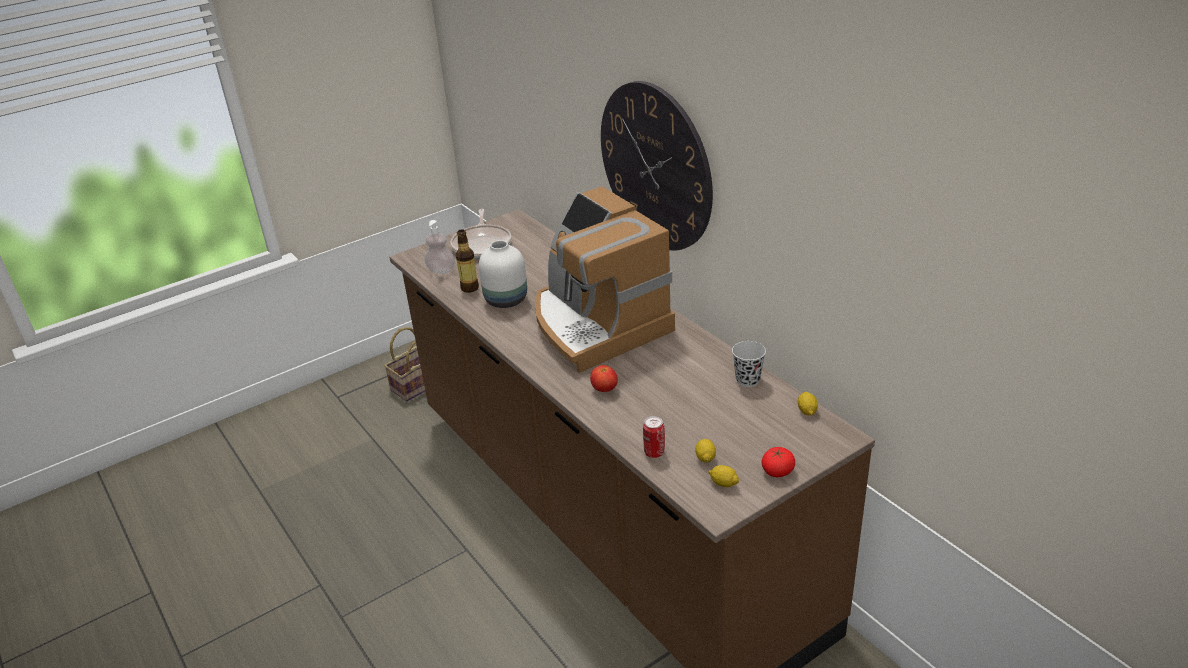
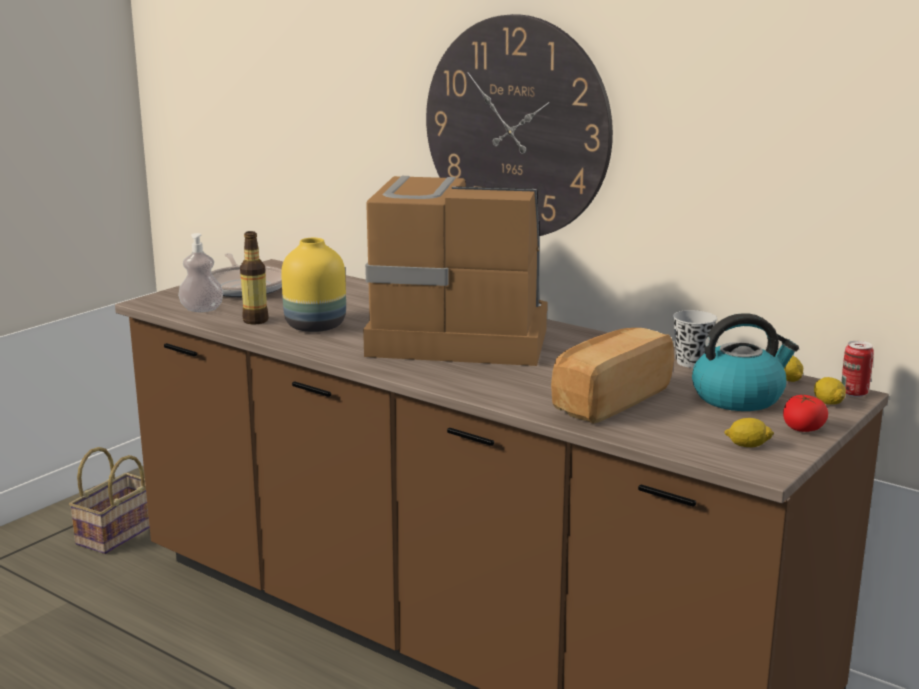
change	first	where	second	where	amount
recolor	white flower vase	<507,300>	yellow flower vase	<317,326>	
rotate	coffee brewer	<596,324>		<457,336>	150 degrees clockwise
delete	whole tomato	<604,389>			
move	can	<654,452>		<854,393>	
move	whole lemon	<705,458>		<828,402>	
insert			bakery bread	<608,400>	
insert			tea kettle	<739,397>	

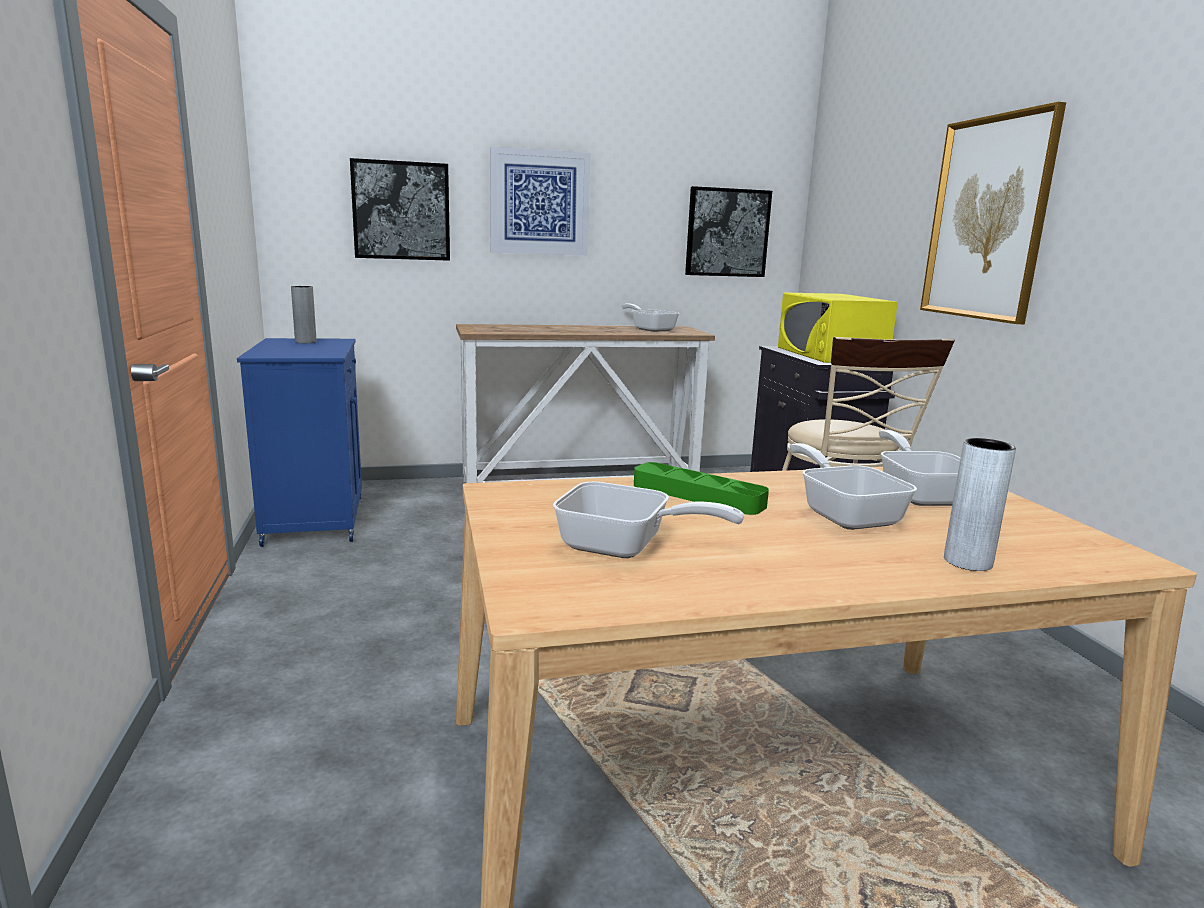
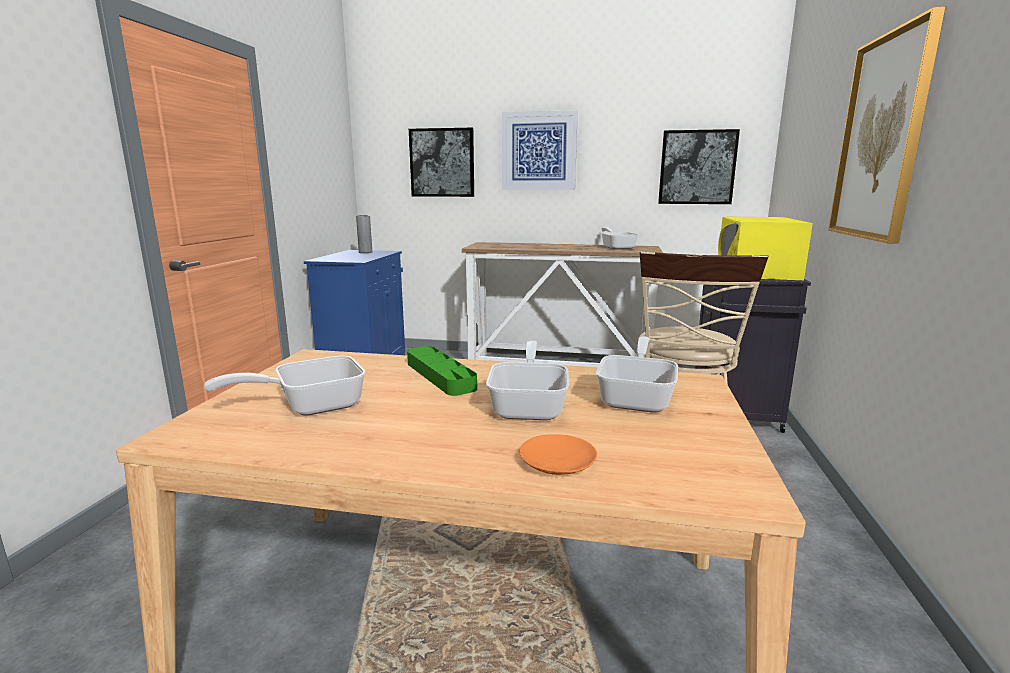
change	first	where	second	where	amount
rotate	pan	<625,547>		<310,406>	105 degrees clockwise
replace	gray flower vase	<967,562>	orange plate	<557,463>	

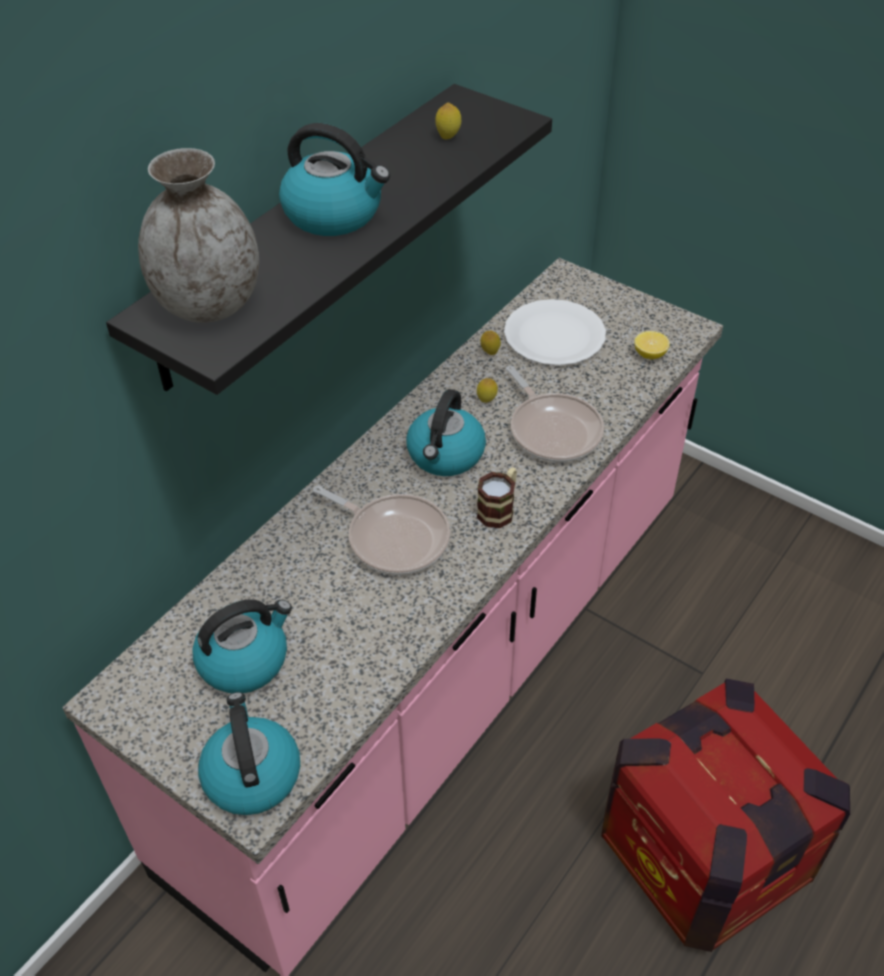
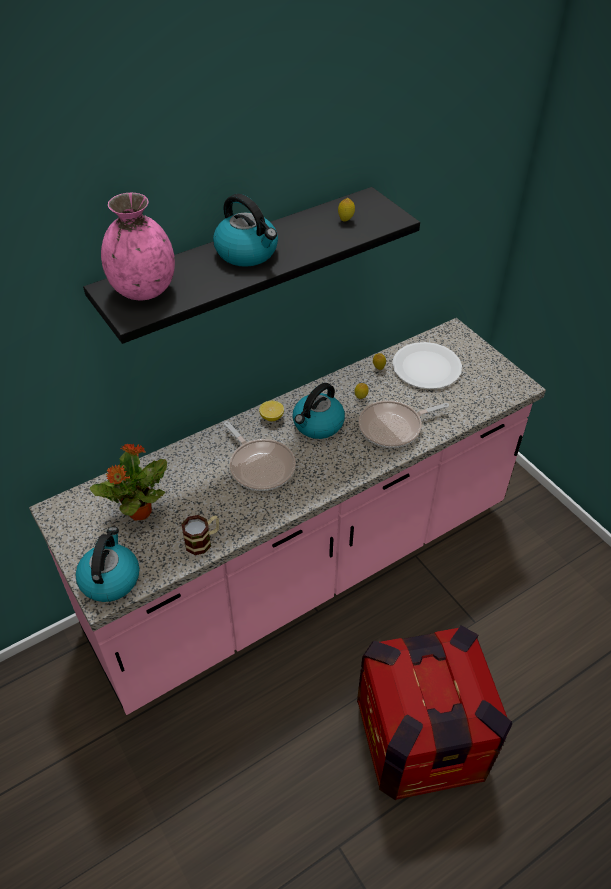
change	first	where	second	where	amount
recolor	gray flower vase	<210,305>	pink flower vase	<144,290>	
replace	tea kettle	<244,660>	potted plant	<138,512>	
move	coffee mug	<499,508>		<203,541>	
rotate	pan	<553,430>		<393,427>	75 degrees clockwise
move	whole lemon	<650,354>		<272,417>	

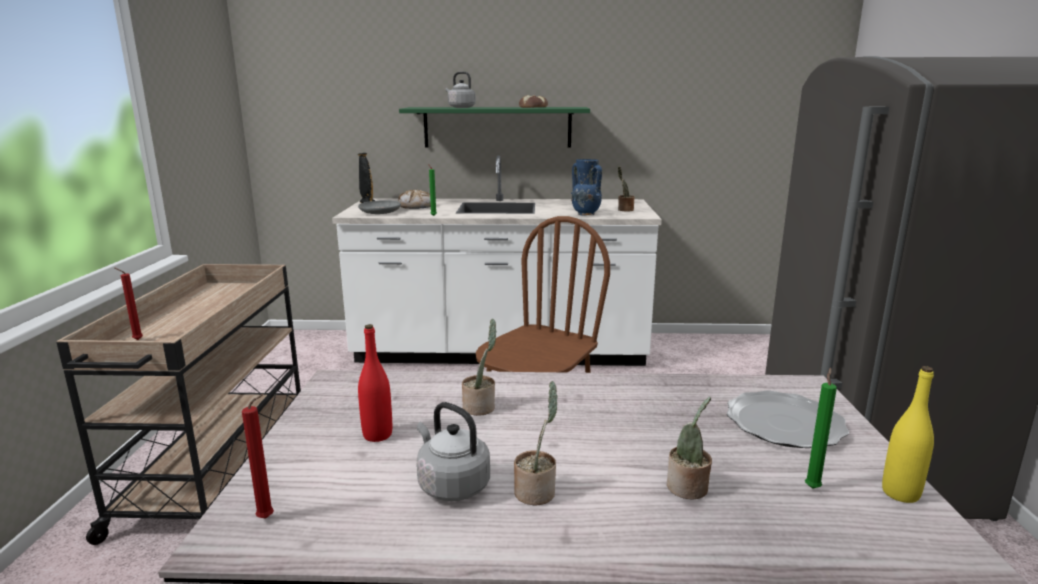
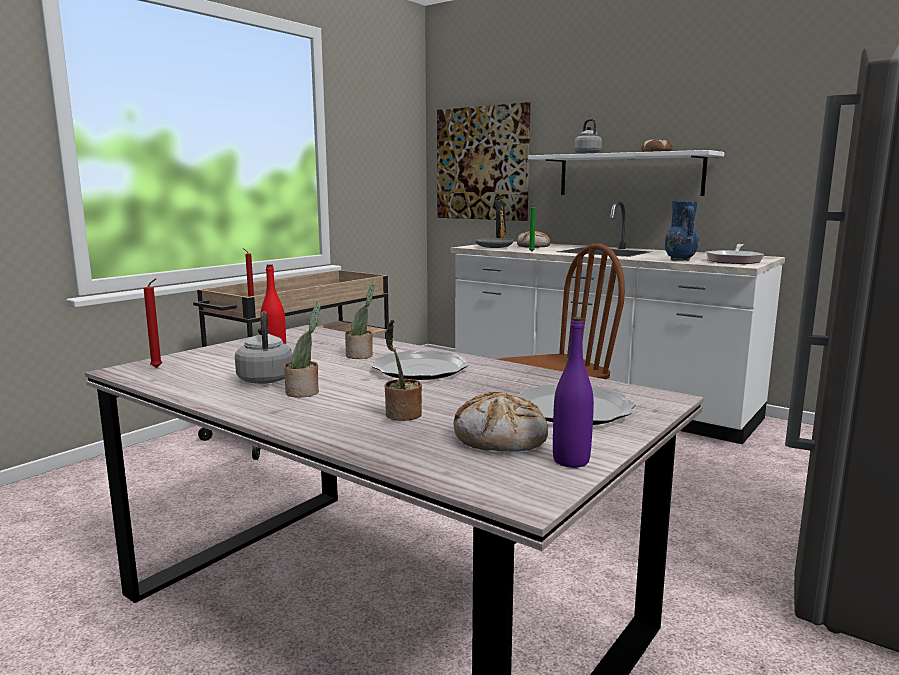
change	first	where	second	where	amount
recolor	greenish wall shelf	<497,127>	white wall shelf	<629,175>	
replace	potted plant	<624,210>	pan	<734,261>	
replace	greenish candle	<812,487>	bakery bread	<501,438>	
recolor	yellow bottle	<900,493>	purple-coloured bottle	<571,461>	
insert			plate	<420,369>	
insert			wall art	<482,163>	

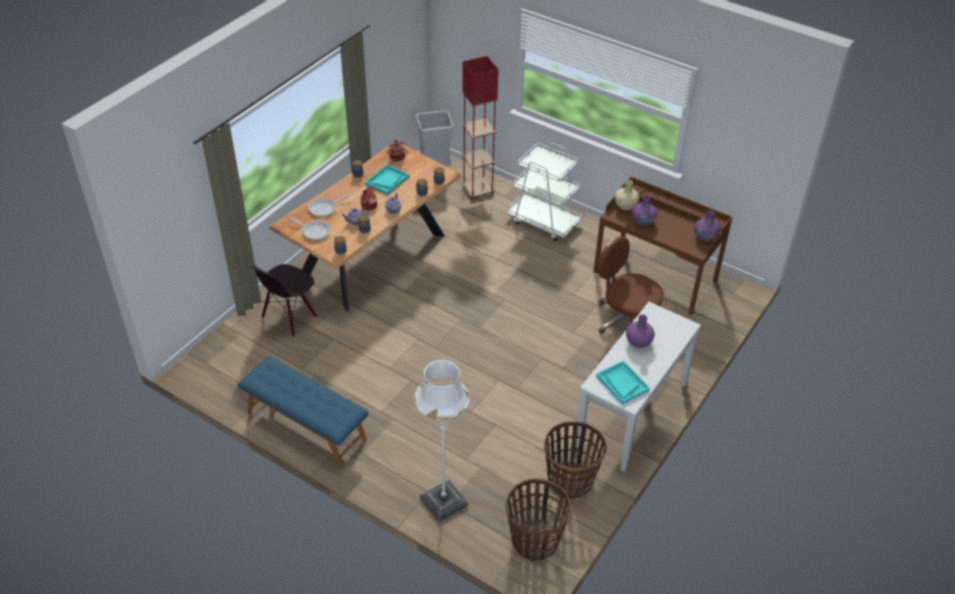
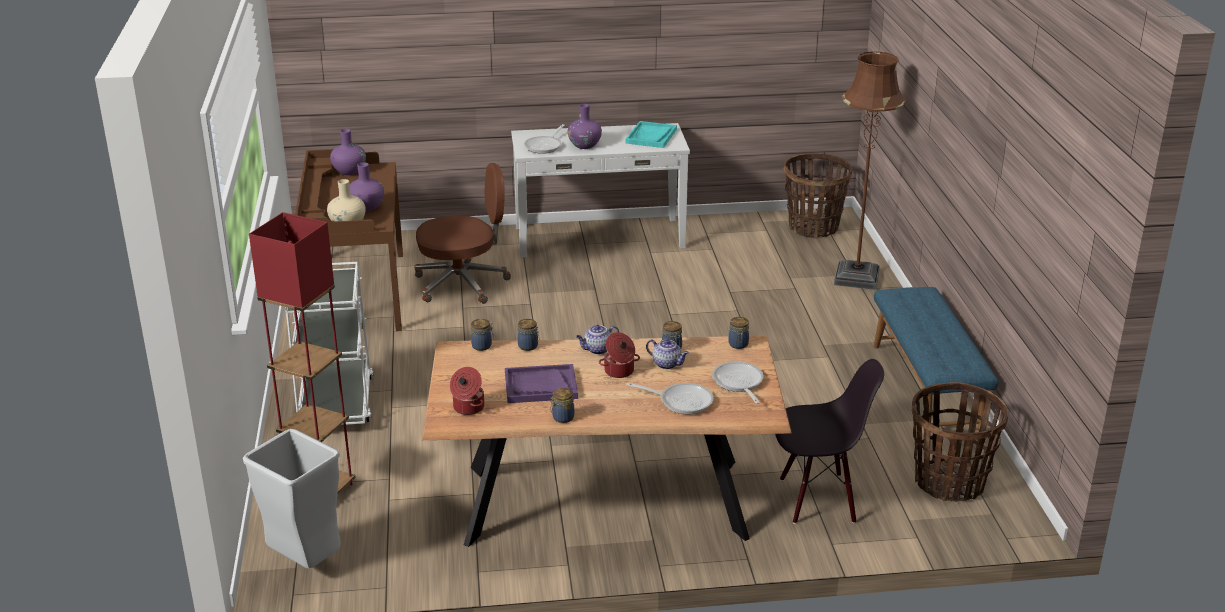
change	first	where	second	where	amount
recolor	turquoise-coloured serving tray	<387,180>	purple-coloured serving tray	<540,386>	
recolor	white standard lamp	<443,501>	brownish standard lamp	<856,277>	
move	storage basket	<570,481>		<949,483>	
rotate	brownish office chair	<626,319>		<463,283>	105 degrees counterclockwise
insert			pan	<545,146>	

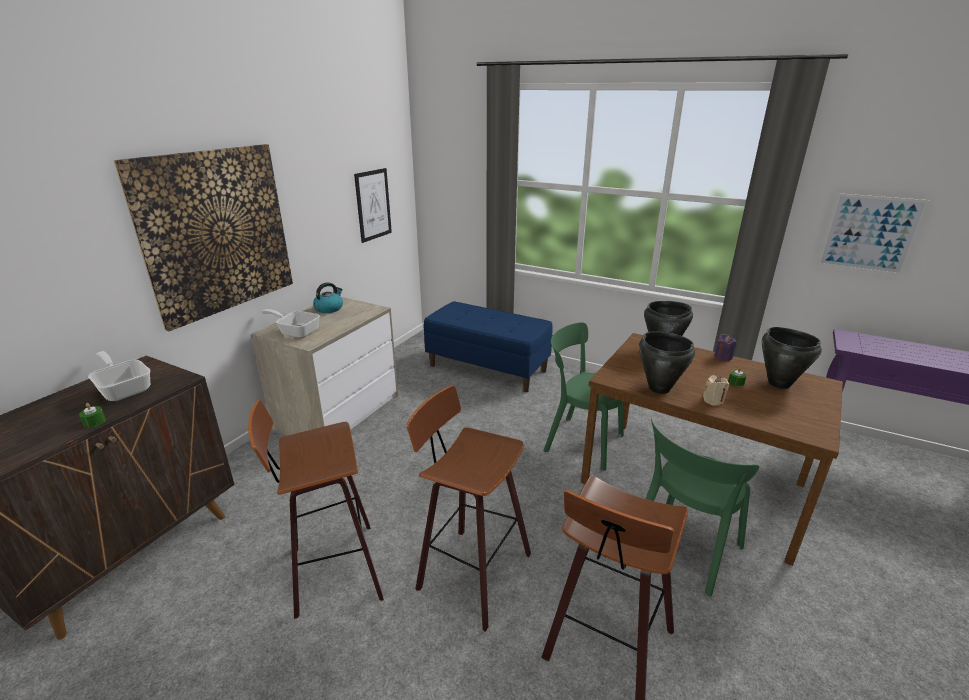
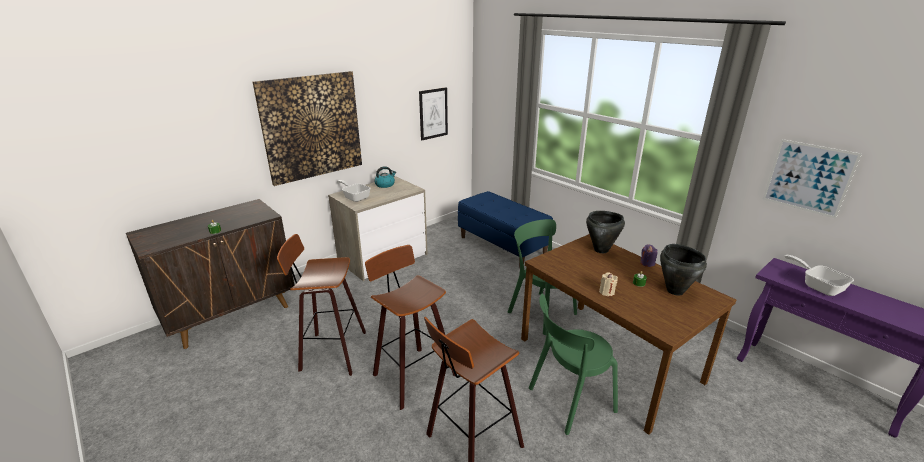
change	first	where	second	where	amount
move	pan	<124,389>		<818,286>	
delete	black-coloured saucepot	<659,388>			

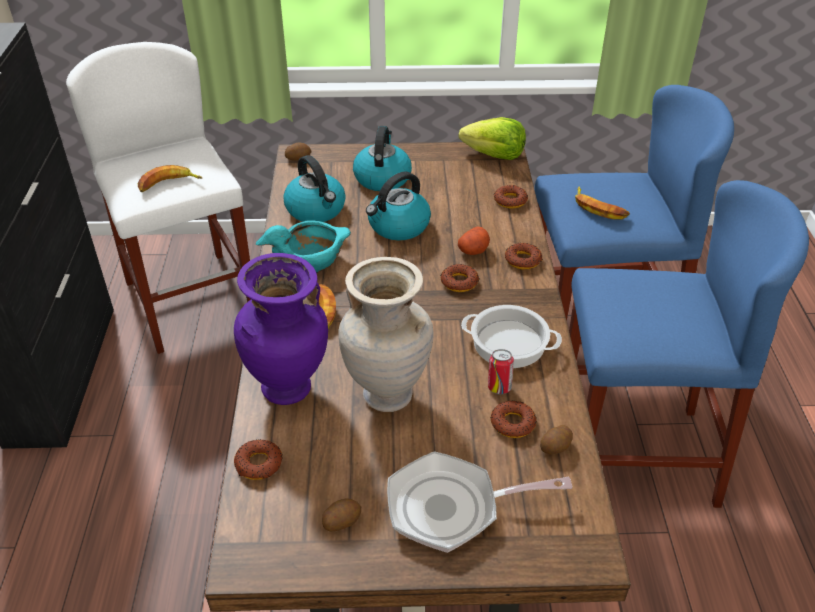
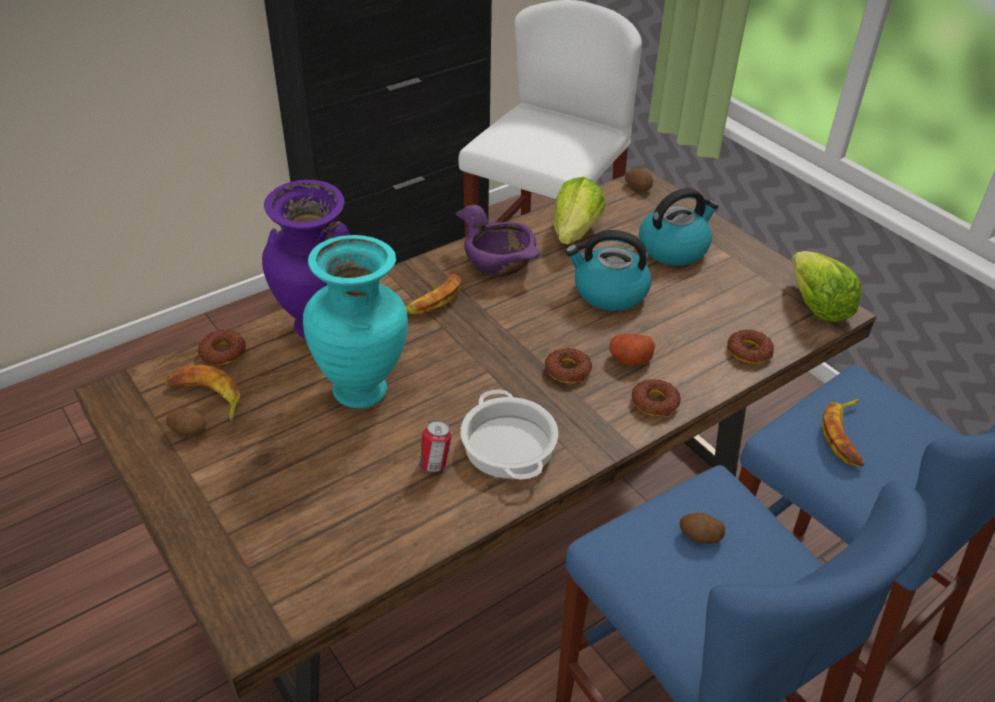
change	first	where	second	where	amount
move	banana fruit	<168,184>		<206,397>	
recolor	turquoise-coloured serving bowl	<311,260>	purple-coloured serving bowl	<499,263>	
replace	tea kettle	<316,210>	head of lettuce	<574,233>	
recolor	beige-coloured flower vase	<388,394>	turquoise-coloured flower vase	<363,391>	
delete	pan	<452,507>			
delete	ring doughnut	<513,423>			
move	spud	<555,447>		<700,537>	

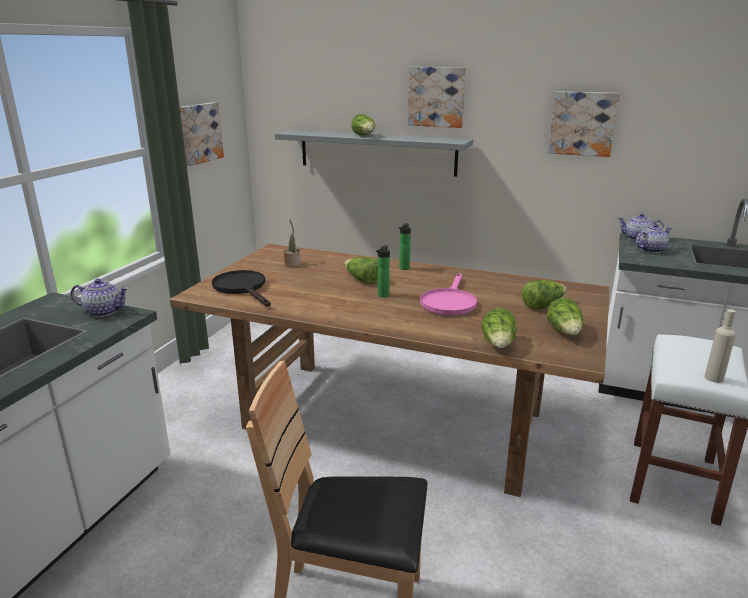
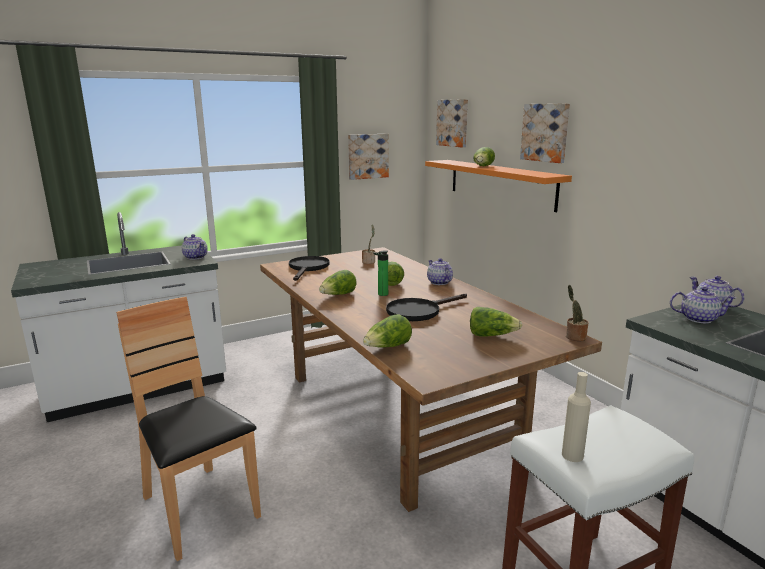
change	first	where	second	where	amount
recolor	gray wall shelf	<376,152>	orange wall shelf	<500,183>	
replace	bottle	<403,269>	tea pot	<438,282>	
recolor	pink pan	<449,302>	black-coloured pan	<419,311>	
move	head of lettuce	<565,332>		<338,295>	
move	wall art	<583,123>		<453,123>	
insert			potted plant	<574,337>	

